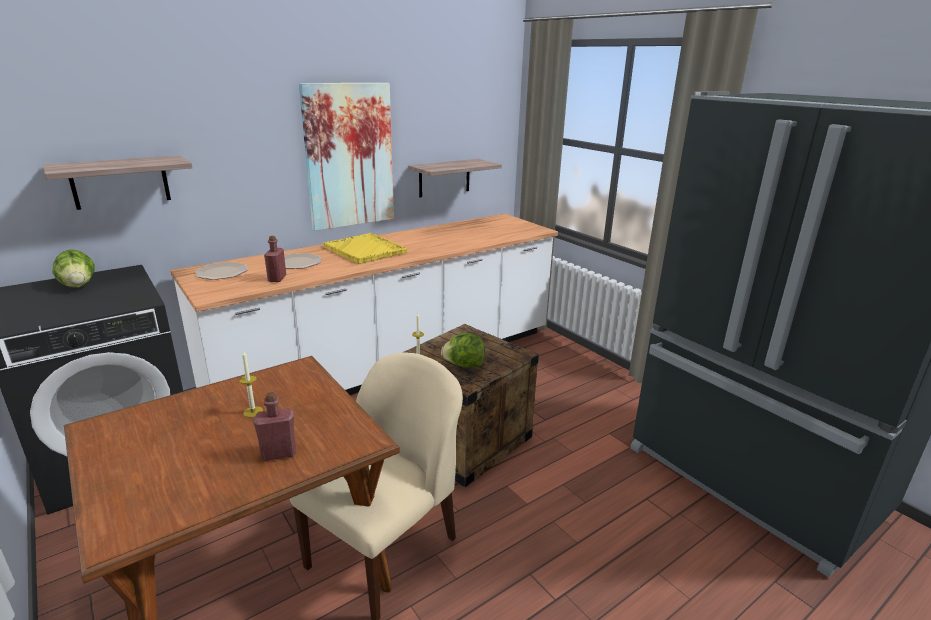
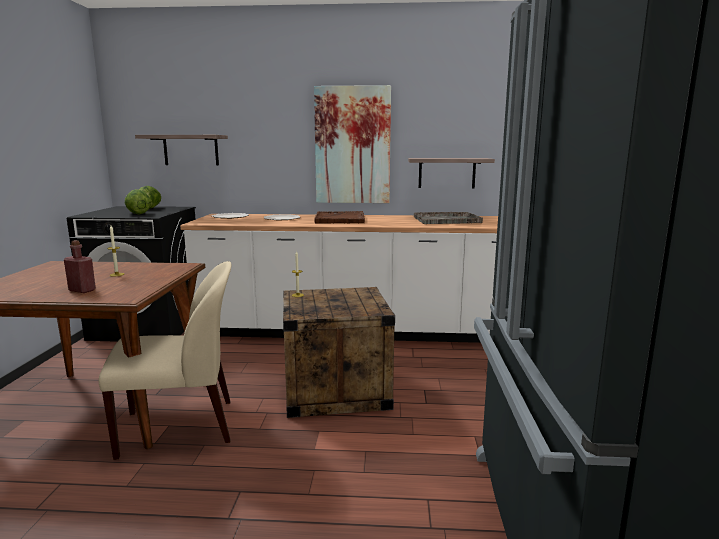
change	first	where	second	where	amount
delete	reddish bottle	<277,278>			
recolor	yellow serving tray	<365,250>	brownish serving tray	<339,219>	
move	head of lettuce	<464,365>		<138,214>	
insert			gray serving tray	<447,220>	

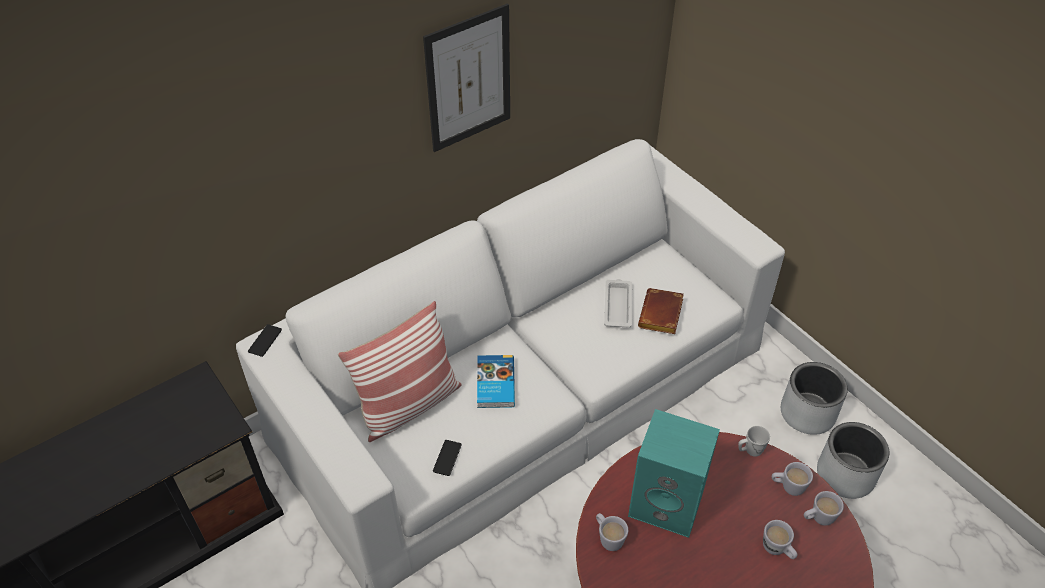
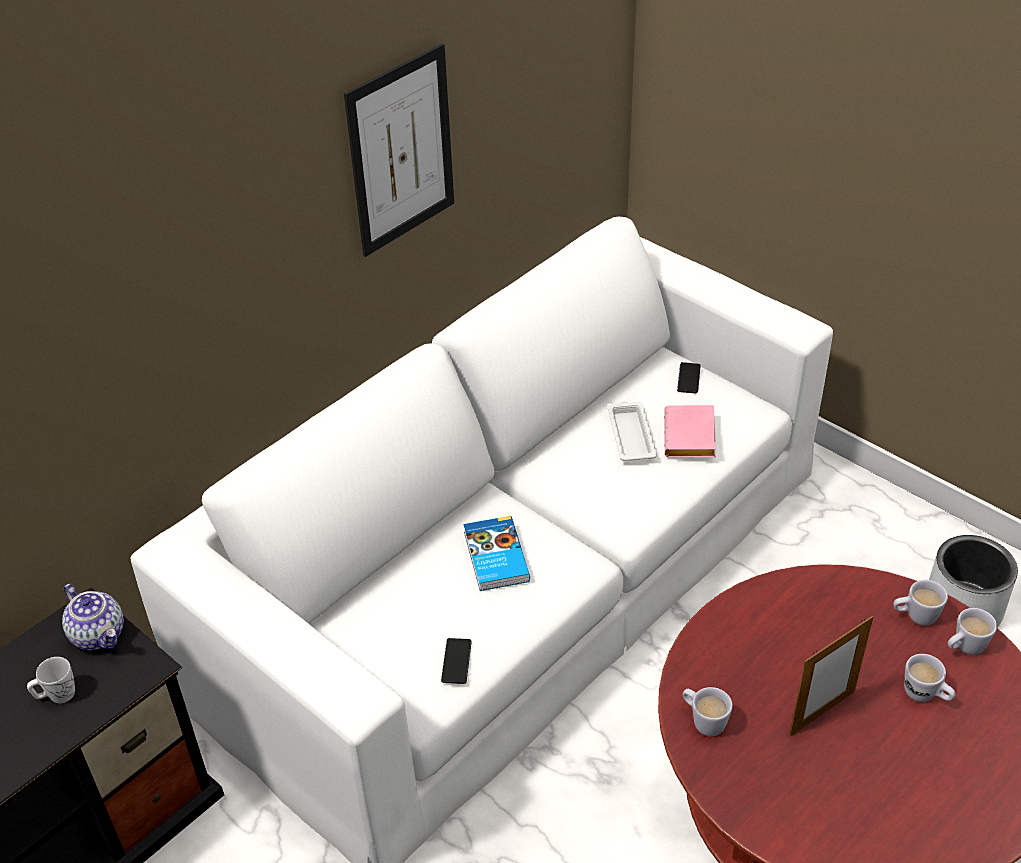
change	first	where	second	where	amount
move	phone	<265,341>		<688,378>	
delete	pillow	<409,405>			
delete	turquoise-coloured speaker	<668,503>			
recolor	brownish book	<662,316>	pink book	<691,438>	
move	white coffee mug	<750,450>		<57,695>	
delete	gray flower pot	<808,413>			
insert			tea pot	<99,634>	
insert			photo frame	<822,713>	

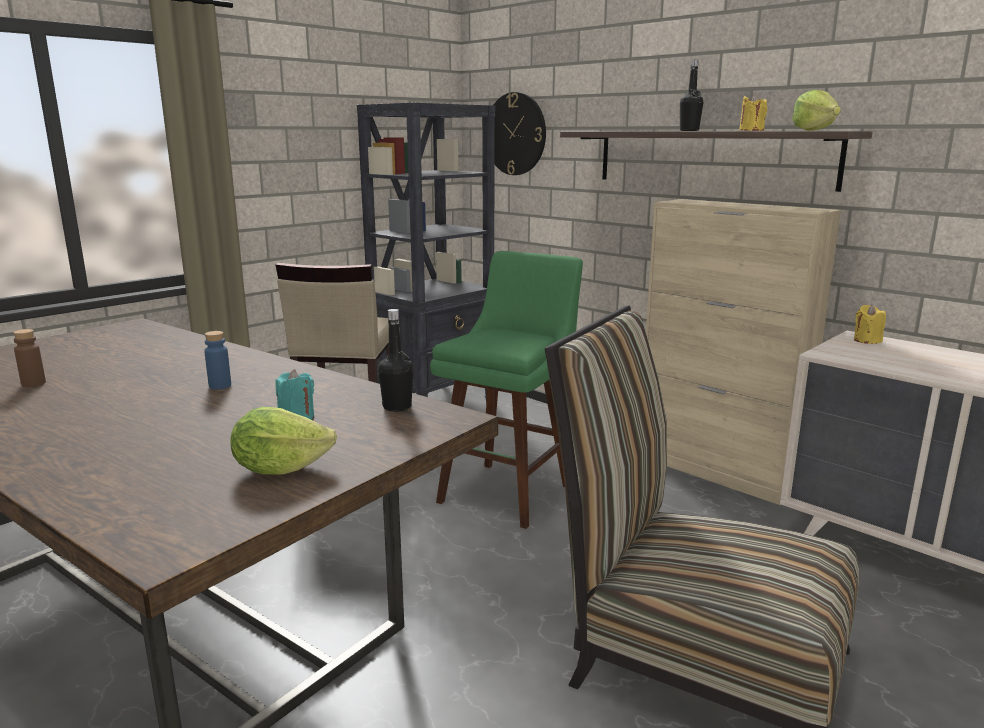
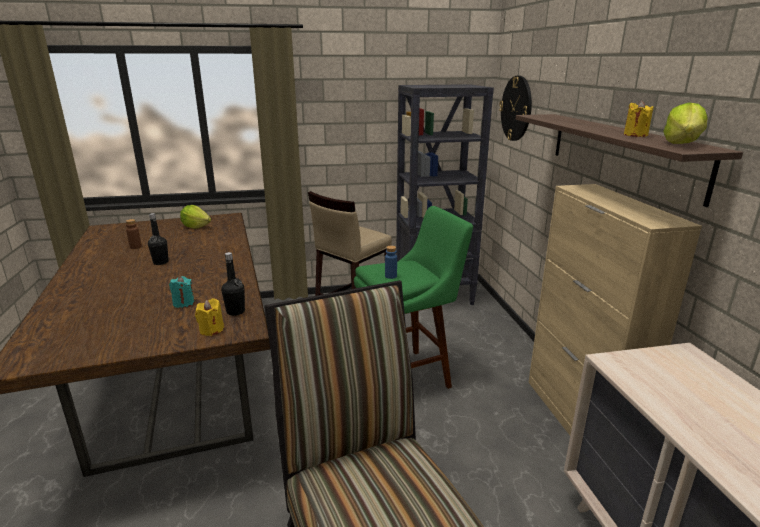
change	first	where	second	where	amount
move	blue bottle	<220,386>		<390,276>	
move	head of lettuce	<280,468>		<196,227>	
move	black-coloured bottle	<689,130>		<161,262>	
move	yellow candle	<867,340>		<211,330>	

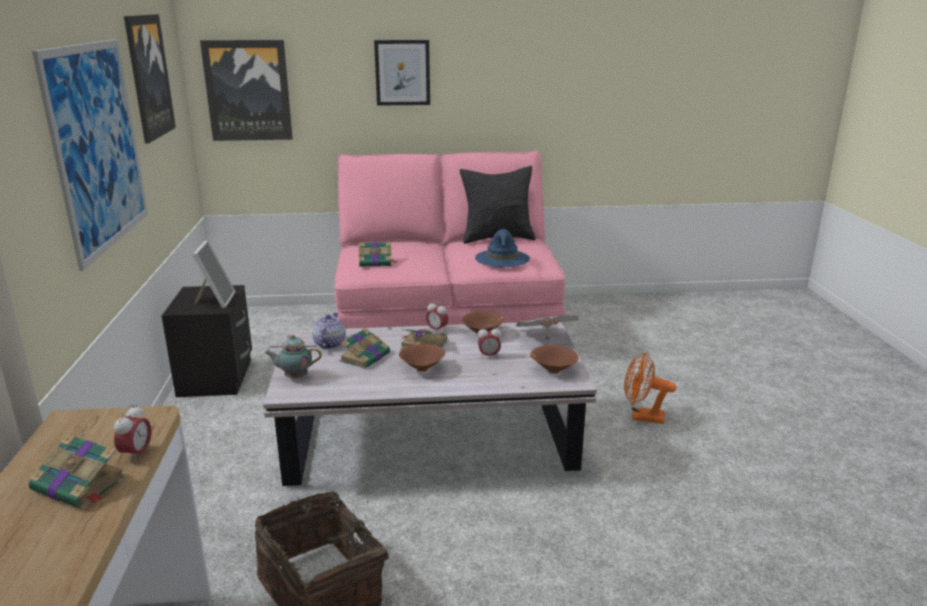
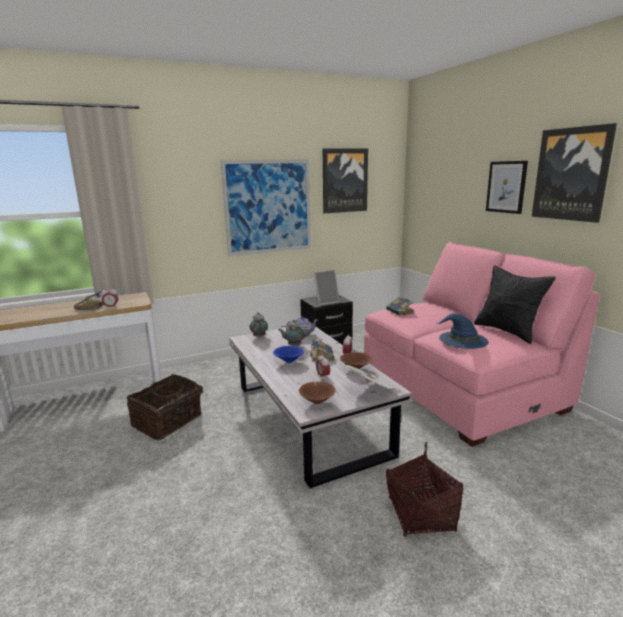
change	first	where	second	where	amount
move	wall art	<248,90>		<571,174>	
replace	book	<366,357>	tea pot	<293,345>	
recolor	brownish serving bowl	<422,369>	blue serving bowl	<288,362>	
replace	orange cooling fan	<641,417>	storage basket	<420,515>	

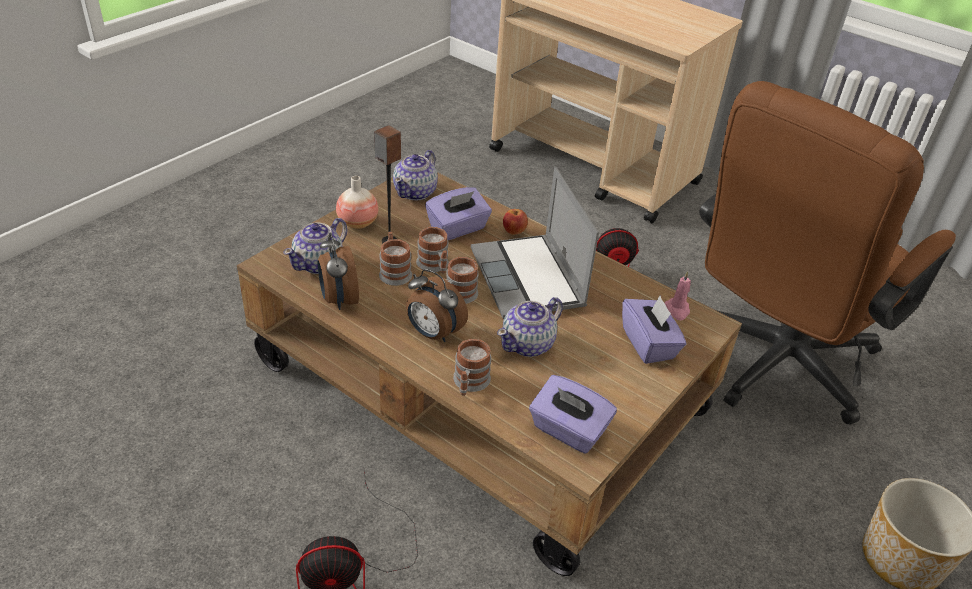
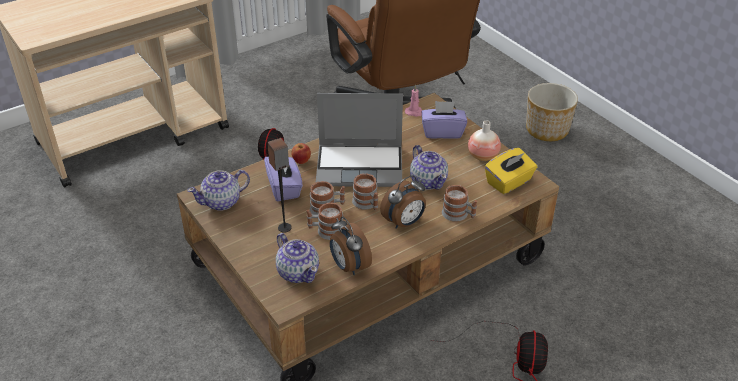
change	first	where	second	where	amount
rotate	table clock	<338,299>		<349,266>	60 degrees clockwise
move	flower vase	<357,223>		<483,156>	
rotate	tea pot	<416,192>		<222,202>	105 degrees clockwise
recolor	purple-coloured tissue box	<568,431>	yellow tissue box	<509,182>	

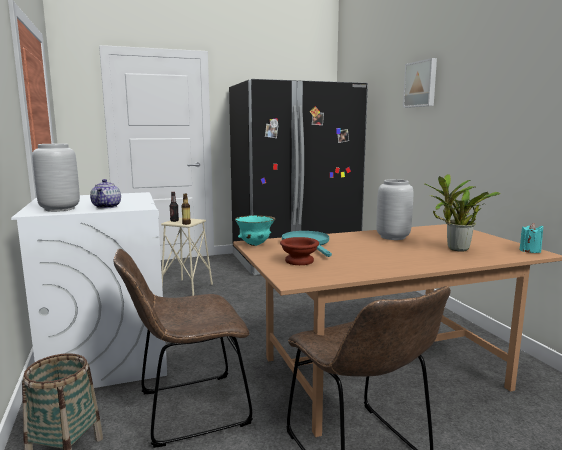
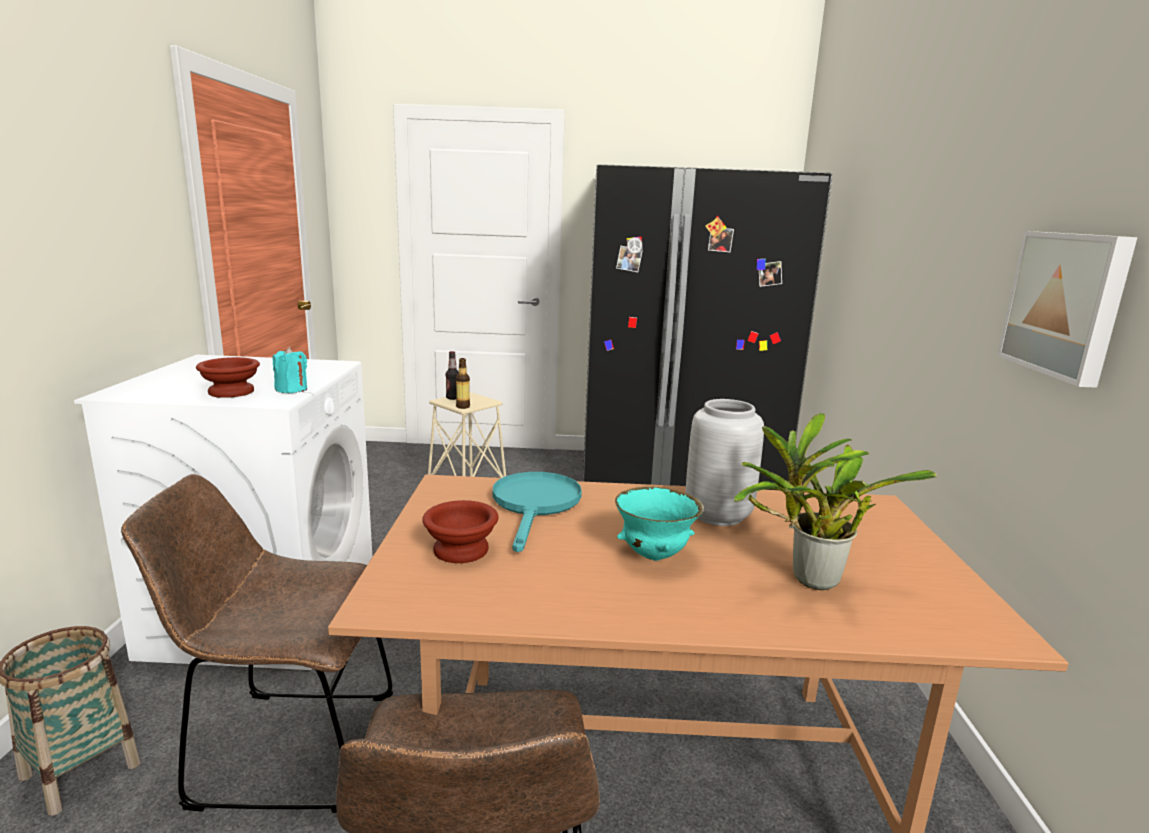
change	first	where	second	where	amount
delete	gray flower vase	<59,209>			
replace	tea pot	<107,206>	brownish serving bowl	<233,392>	
move	turquoise-coloured serving bowl	<255,244>		<654,556>	
move	wall art	<421,84>		<1067,304>	
move	turquoise-coloured candle	<530,251>		<291,390>	

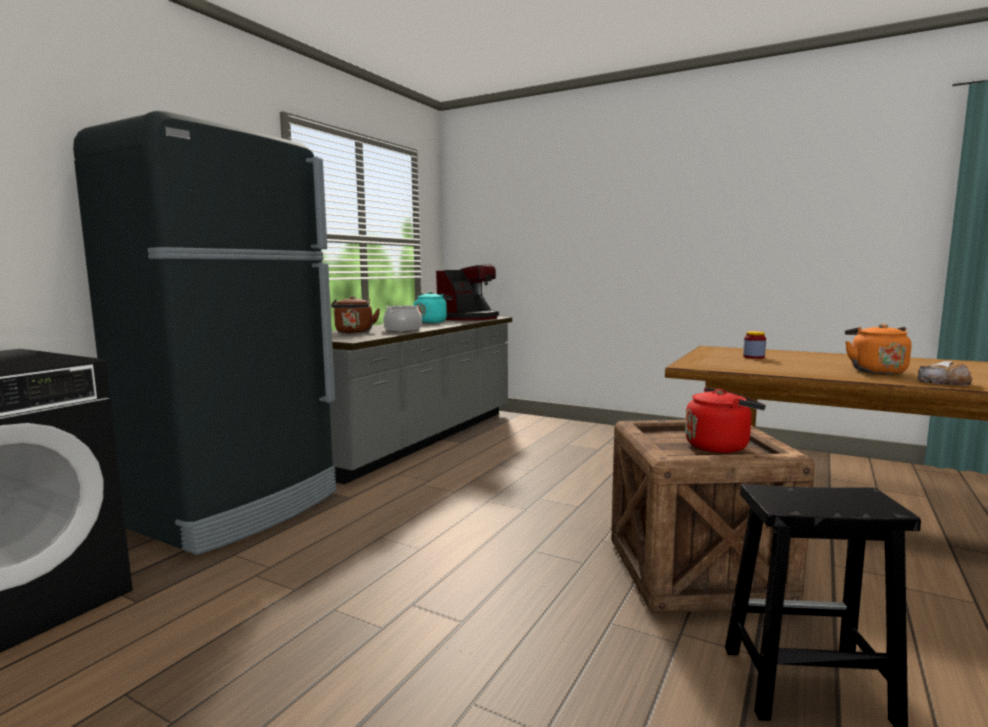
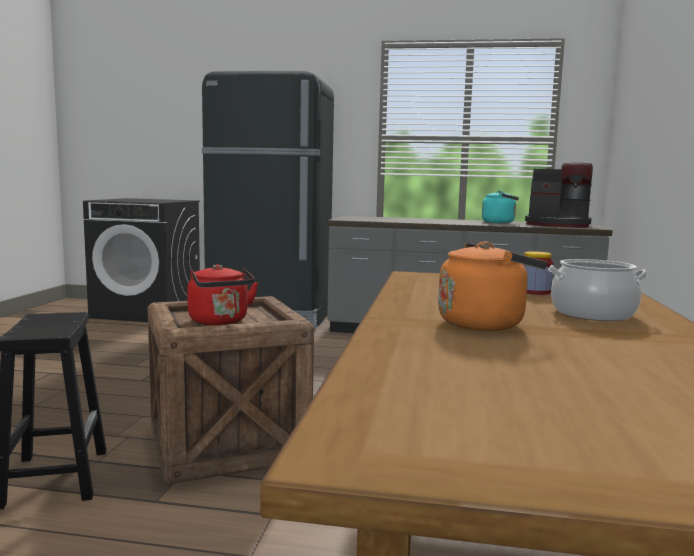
change	first	where	second	where	amount
delete	brownish tea kettle	<354,332>			
move	saucepot	<403,330>		<592,314>	
delete	bakery bread	<943,382>			

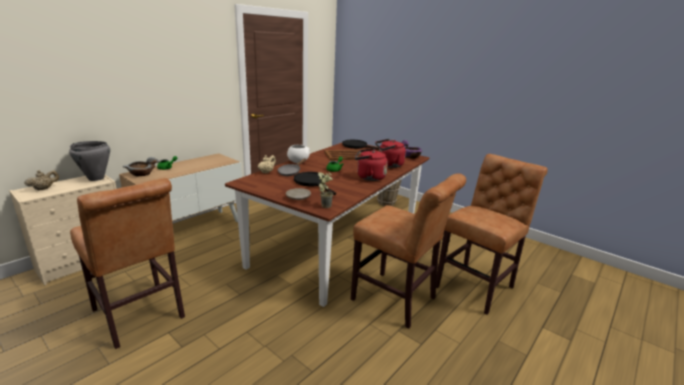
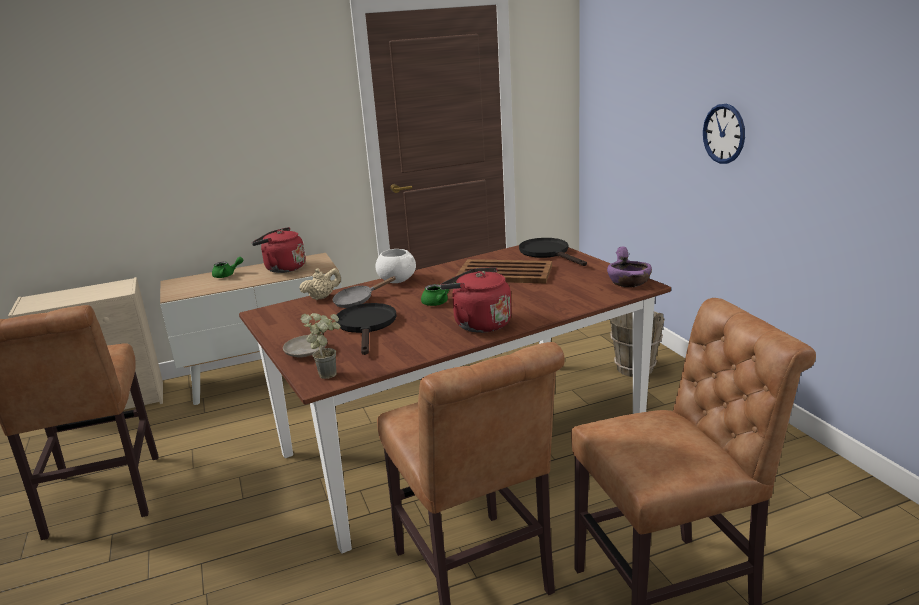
change	first	where	second	where	amount
delete	beige-coloured tea pot	<44,188>			
delete	gray saucepot	<96,178>			
delete	gray serving bowl	<141,174>			
move	reddish tea kettle	<388,165>		<282,268>	
insert			wall clock	<724,133>	

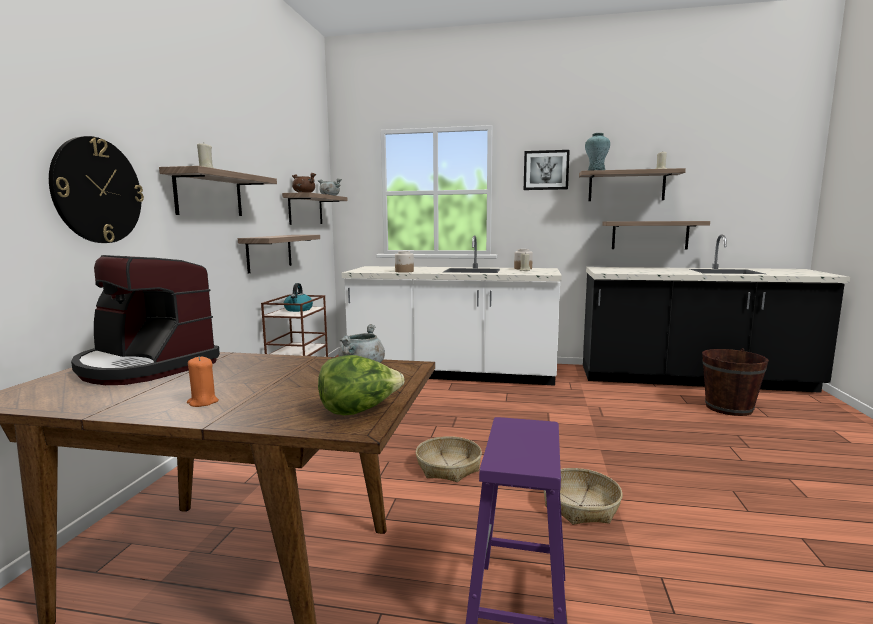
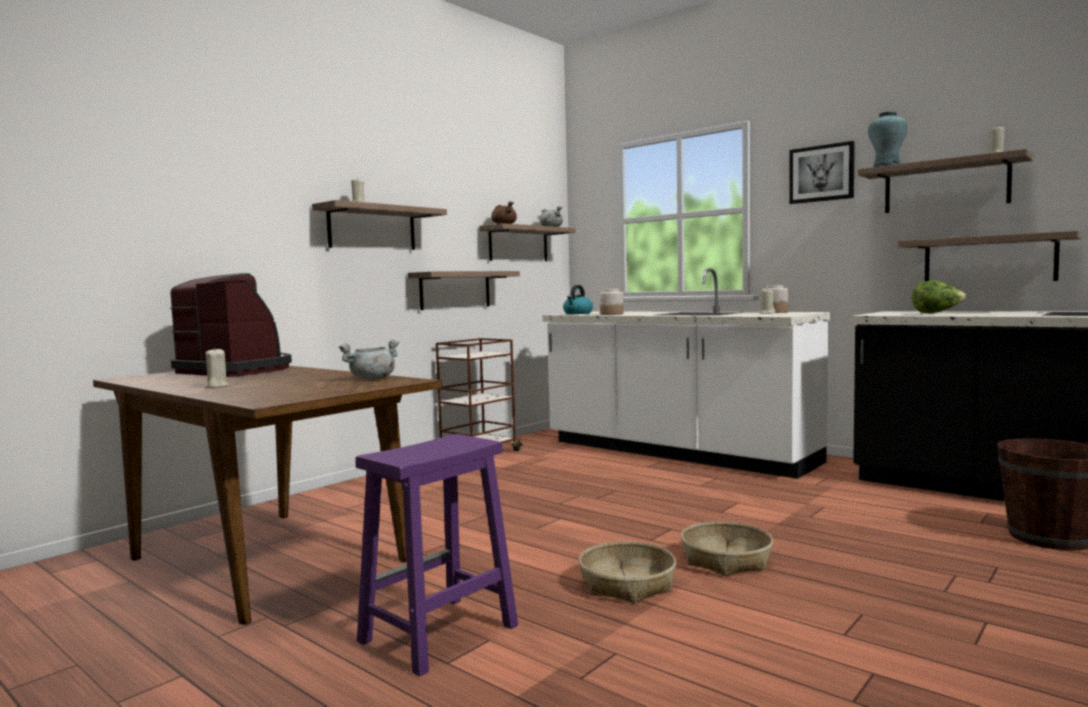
change	first	where	second	where	amount
delete	wall clock	<97,191>			
rotate	coffee brewer	<145,366>		<237,370>	150 degrees clockwise
recolor	orange candle	<203,402>	beige-coloured candle	<217,386>	
move	tea kettle	<298,309>		<578,313>	
move	head of lettuce	<359,411>		<936,313>	
move	storage basket	<449,467>		<726,560>	

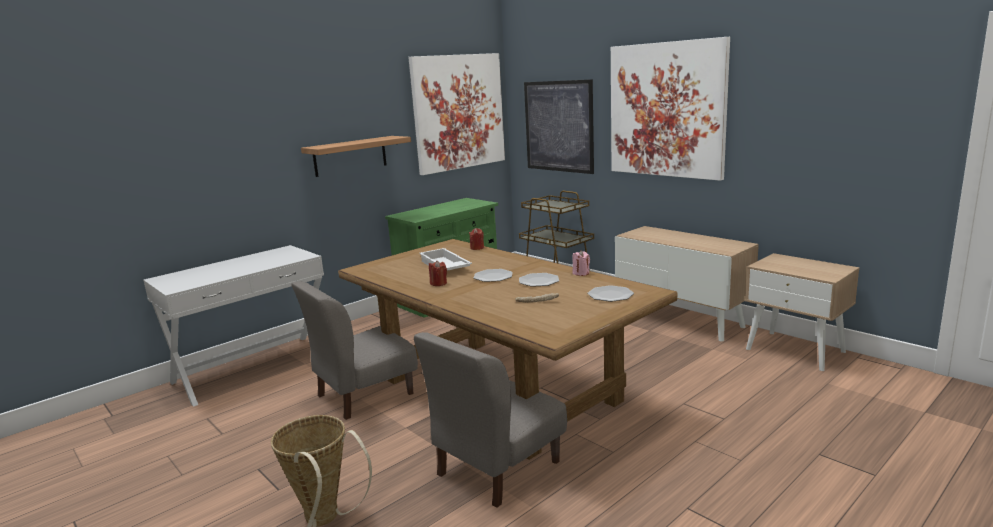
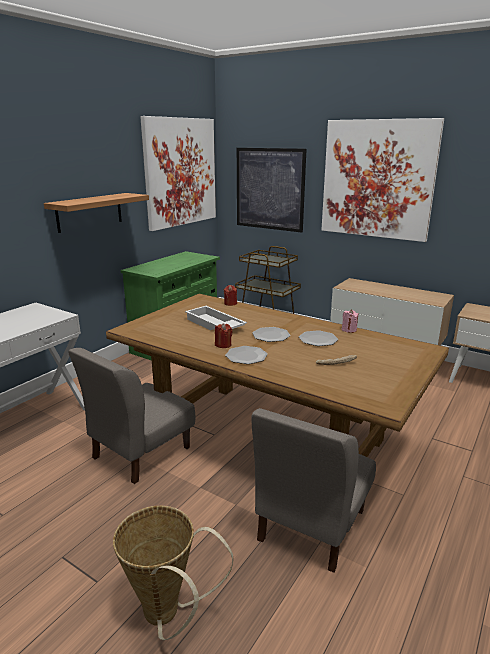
change	first	where	second	where	amount
move	plate	<610,295>		<246,356>	

